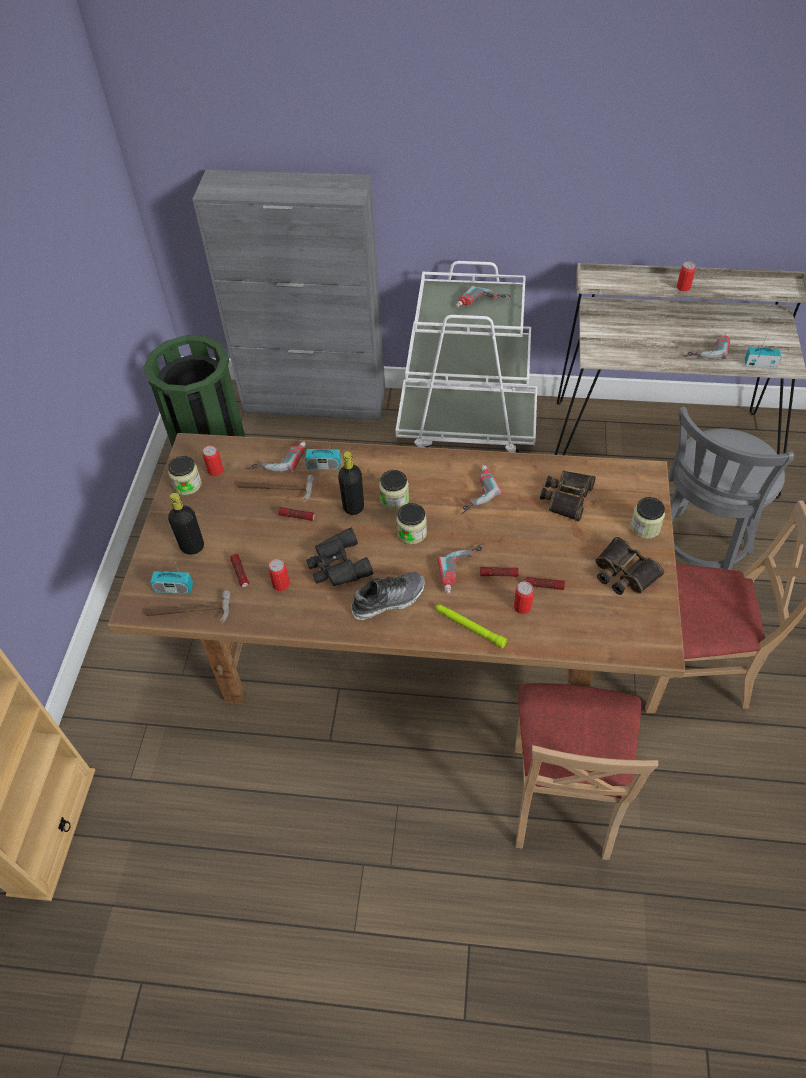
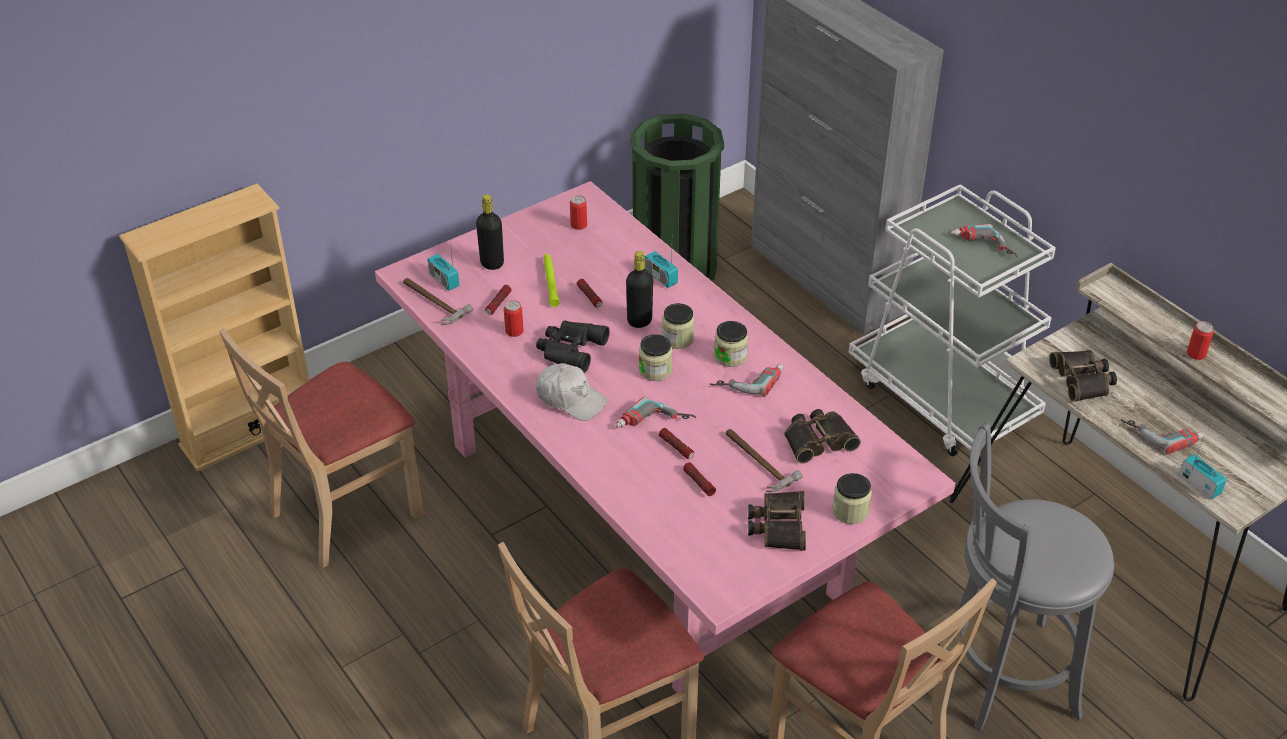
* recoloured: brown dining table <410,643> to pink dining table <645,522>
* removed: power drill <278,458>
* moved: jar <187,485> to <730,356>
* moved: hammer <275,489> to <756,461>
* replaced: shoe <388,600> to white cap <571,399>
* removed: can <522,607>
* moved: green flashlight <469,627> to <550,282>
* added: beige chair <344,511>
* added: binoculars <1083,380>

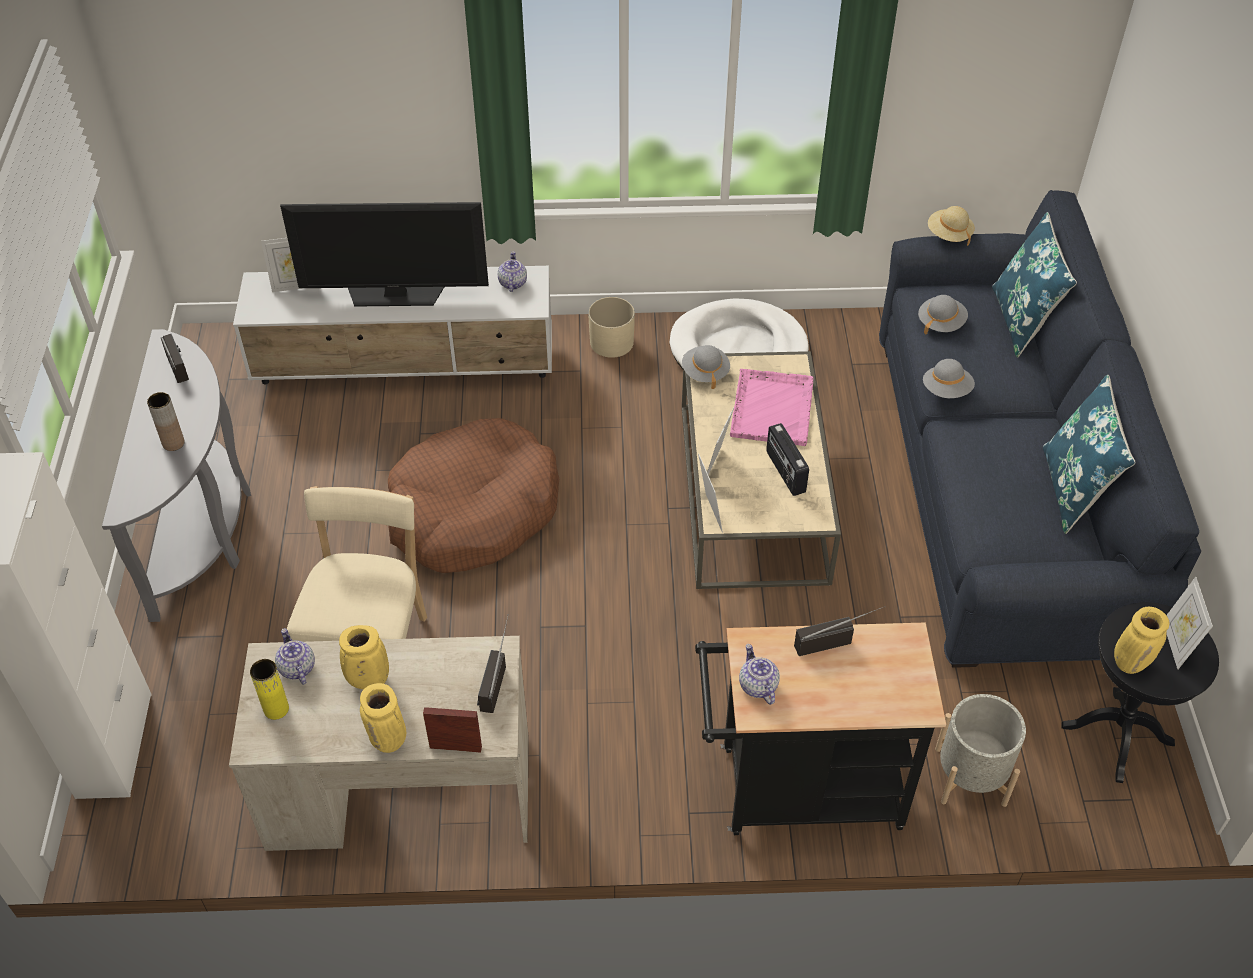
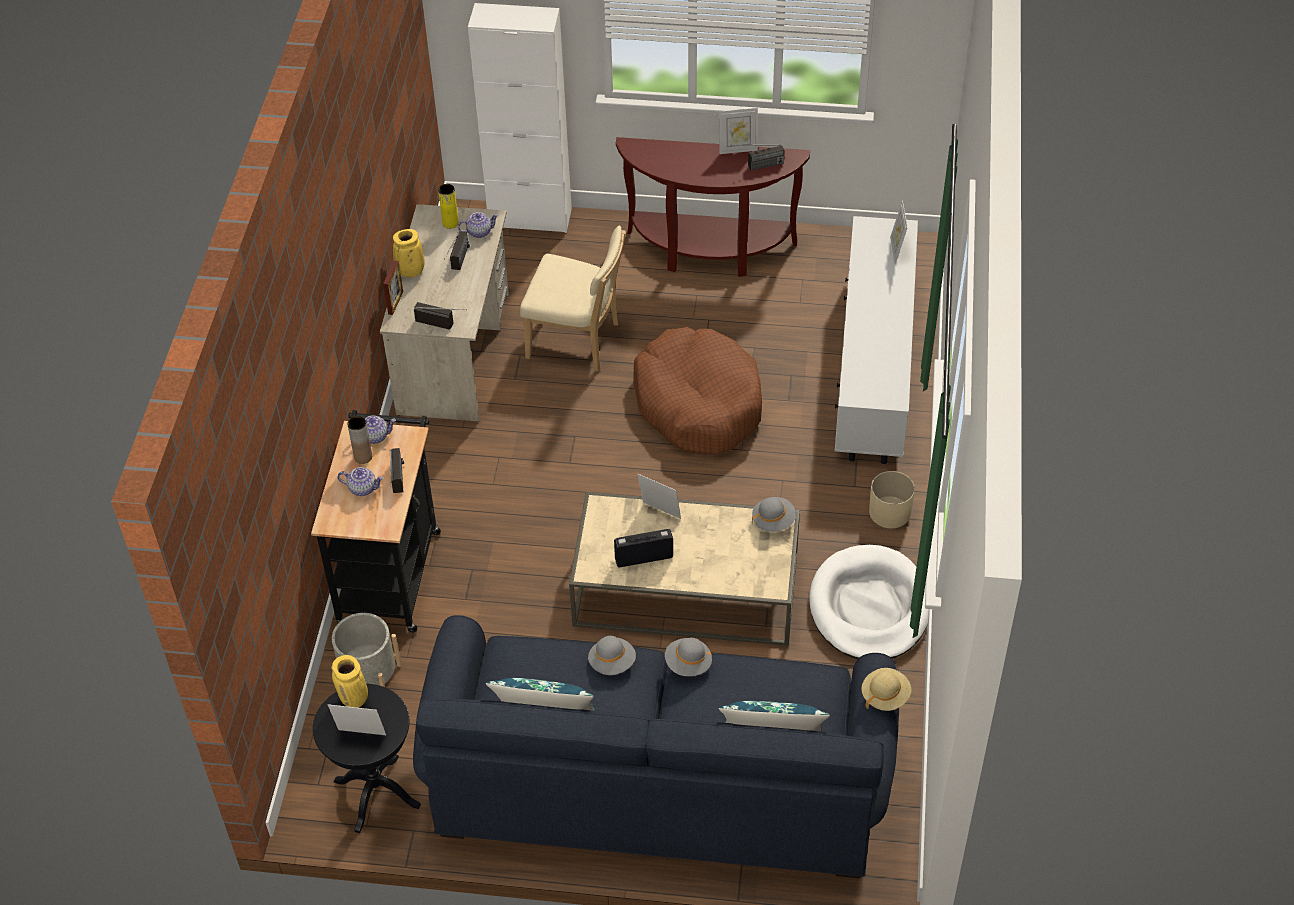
* removed: television <395,294>
* moved: teapot <512,283> to <363,488>
* moved: grey hat <940,323> to <612,663>
* recoloured: grey console table <203,529> to brown console table <709,252>
* removed: pink tray <772,408>
* moved: brown vase <173,443> to <363,457>
* moved: picture frame <709,514> to <738,149>
* replaced: yellow vase <368,681> to radio <458,264>

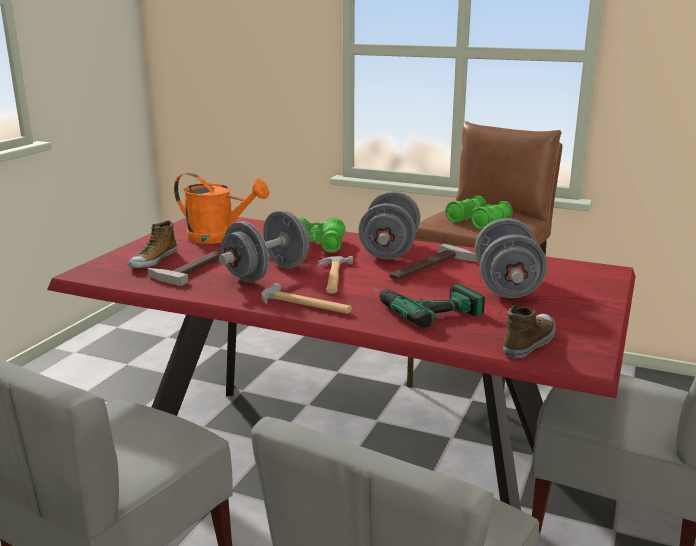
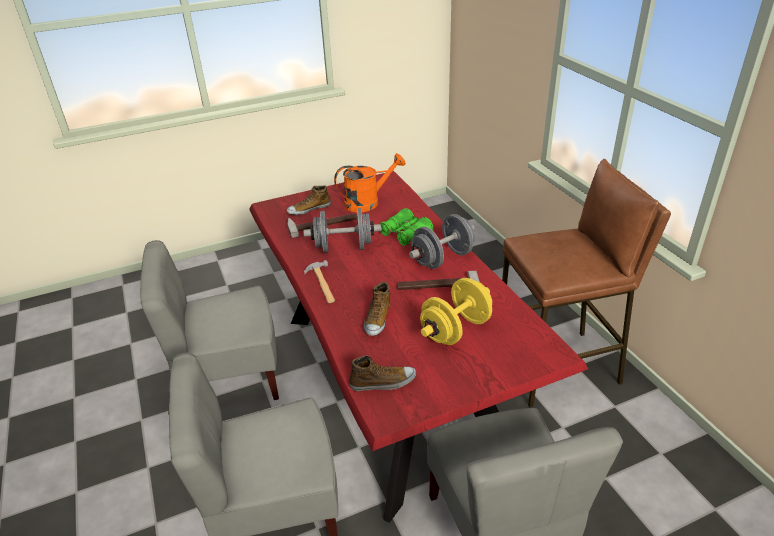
* turned: orange watering can <219,237> = <368,202> 90 degrees counterclockwise
* removed: green binoculars <478,221>
* recoloured: grey dumbbell <506,286> to yellow dumbbell <455,329>
* removed: hammer <333,277>
* replaced: power drill <422,306> to shoe <377,319>

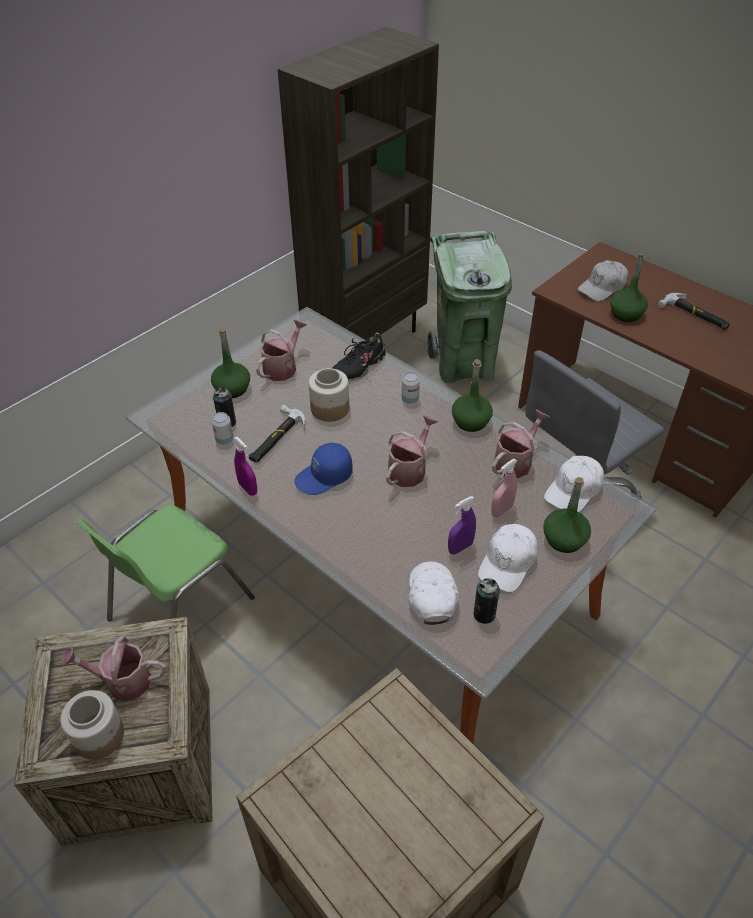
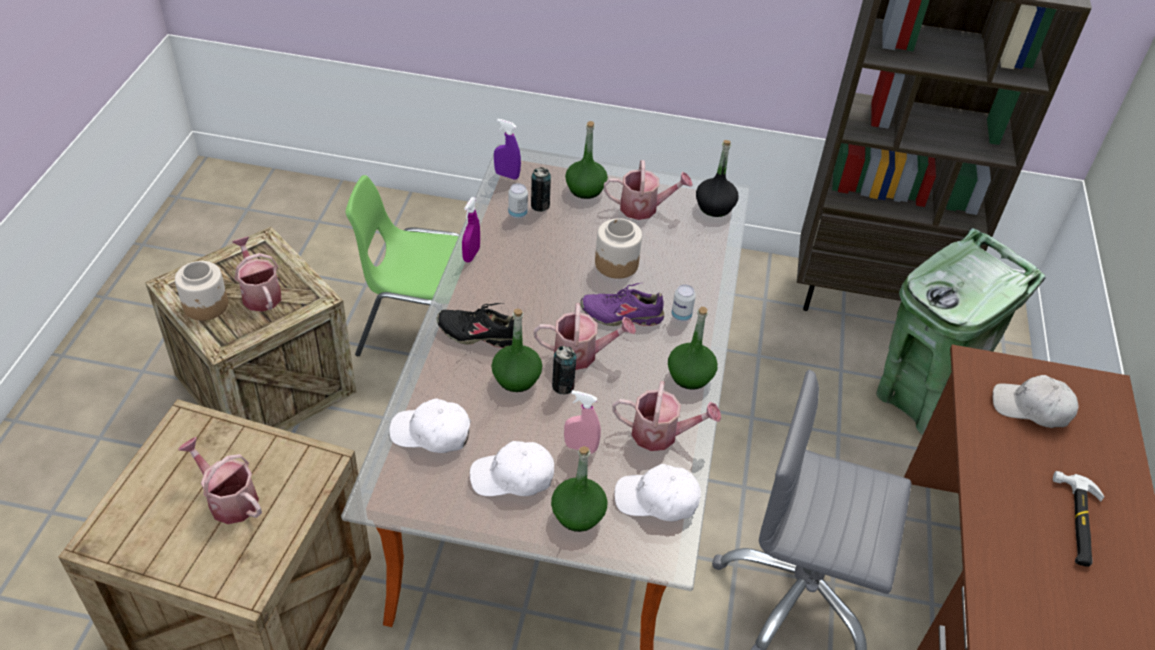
* moved: green bottle <625,314> to <516,378>
* moved: black shoe <358,367> to <479,333>
* removed: hammer <275,438>
* removed: blue cap <324,477>
* moved: purple spray bottle <460,547> to <507,175>
* turned: white cap <432,596> = <431,433> 135 degrees counterclockwise
* moved: can <484,614> to <563,386>
* added: black bottle <714,207>
* added: purple shoe <622,314>
* added: watering can <228,499>

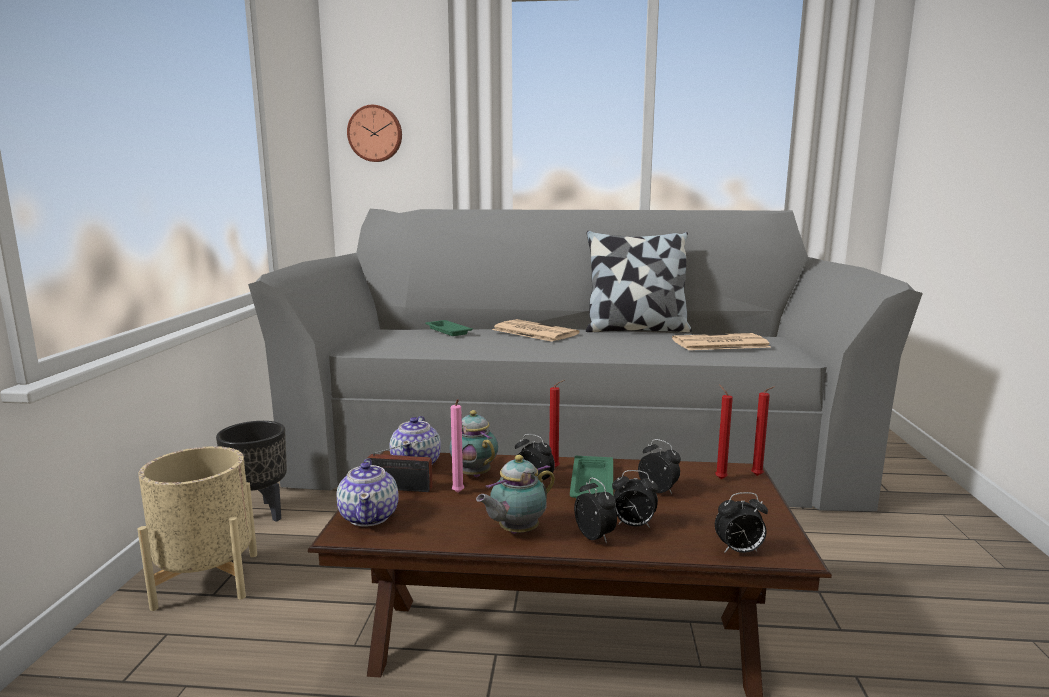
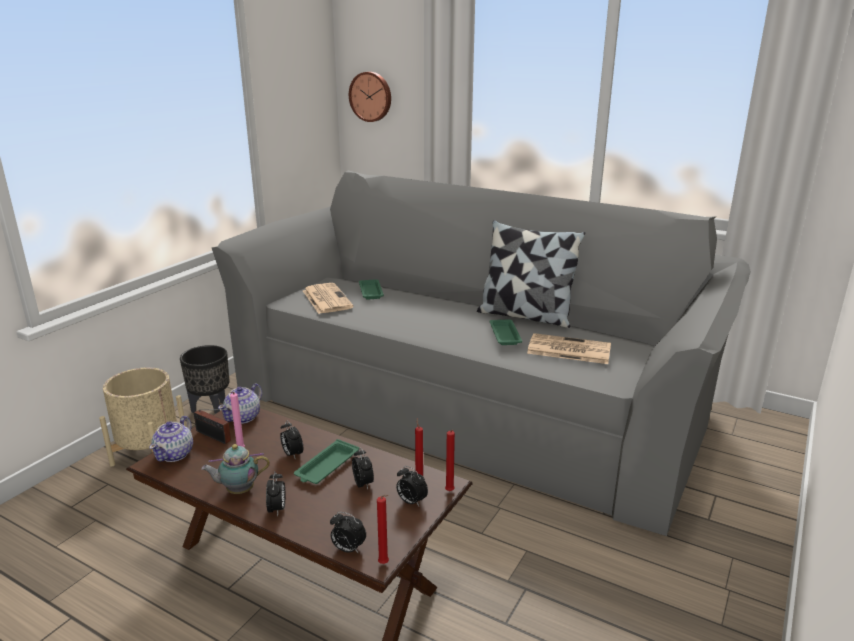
* moved: newspaper <533,332> to <326,299>
* moved: red candle <555,468> to <384,564>
* removed: teapot <473,474>
* moved: alarm clock <633,525> to <411,502>
* added: green tray <504,335>

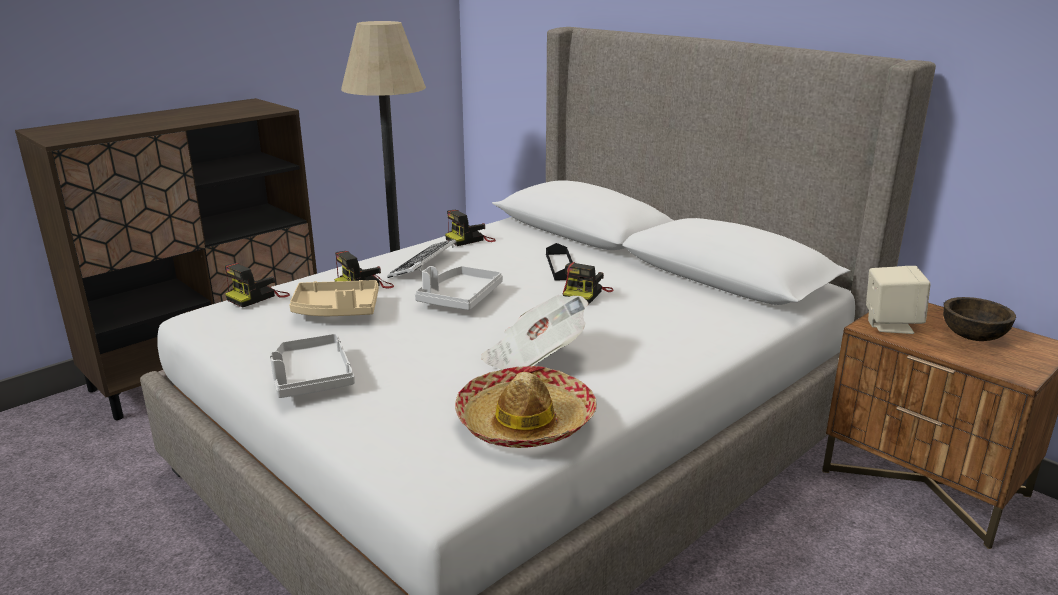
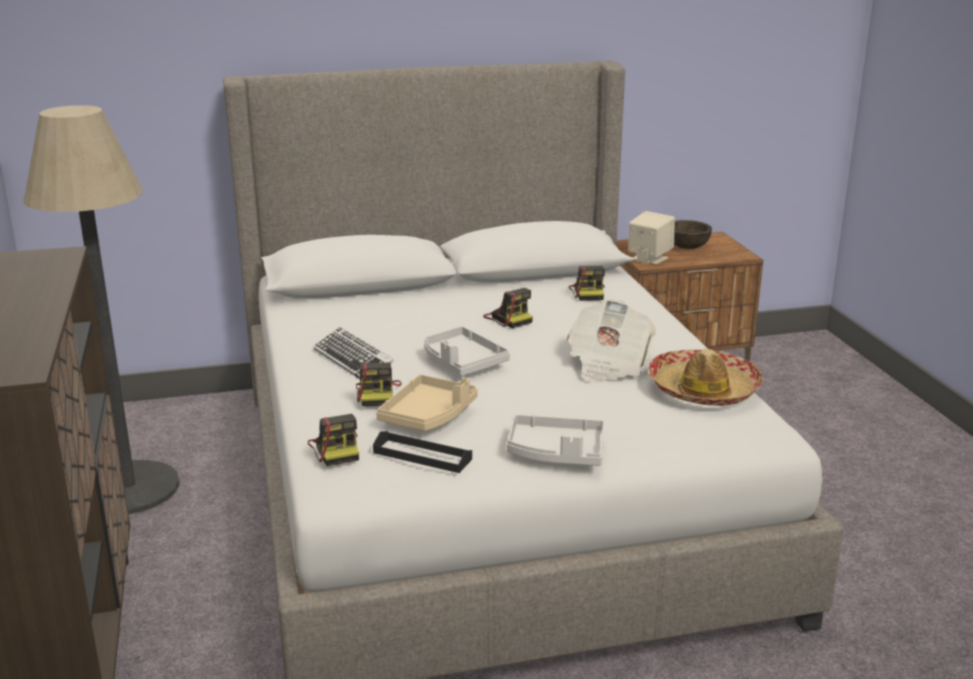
* moved: photo camera <470,240> to <588,293>
* moved: black tray <561,266> to <422,456>

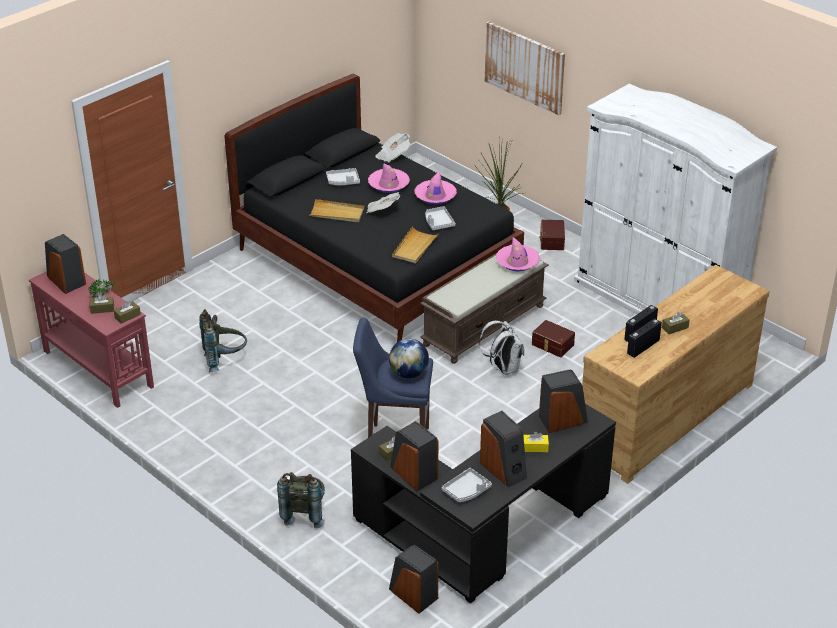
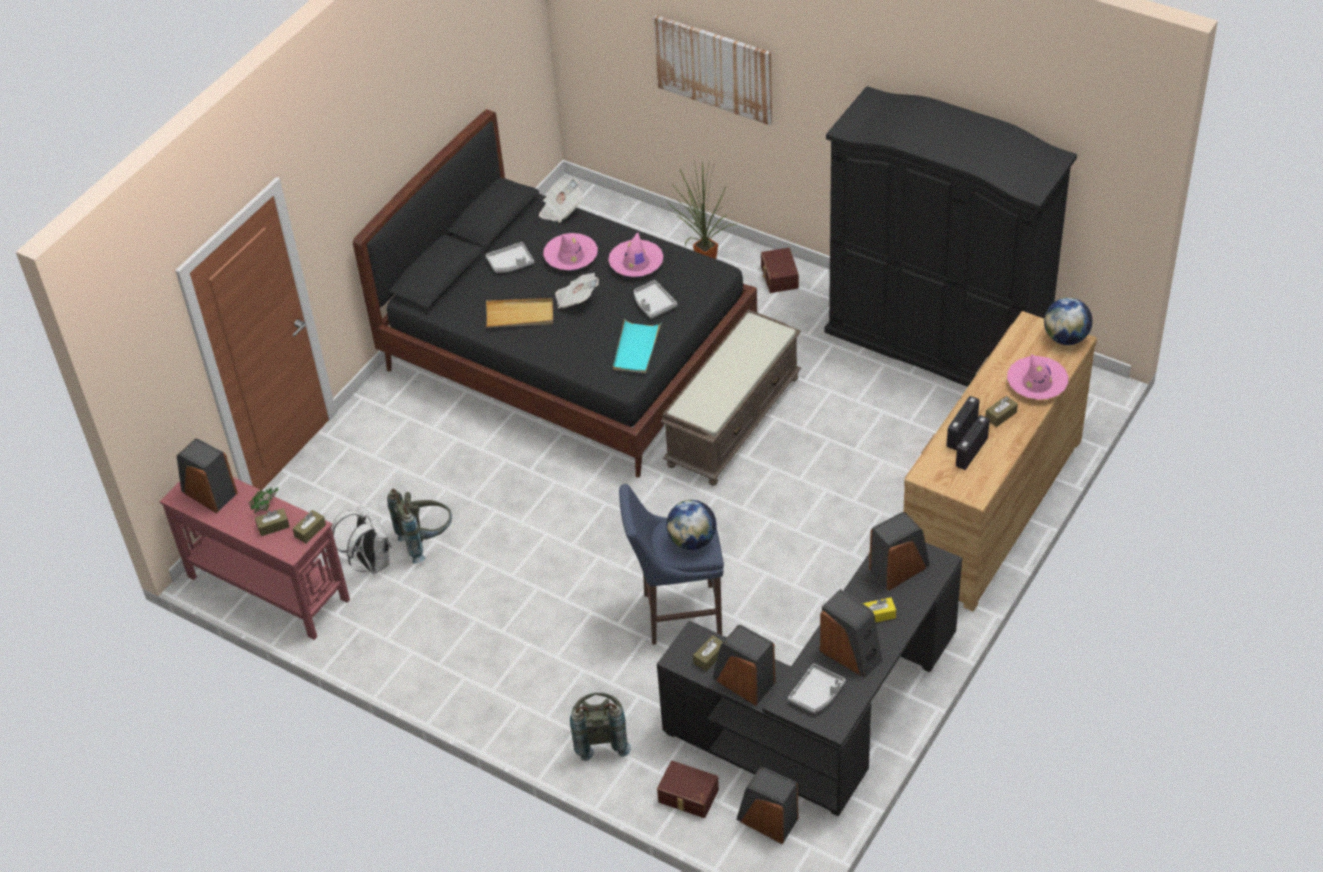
* recoloured: white wardrobe <659,302> to black wardrobe <937,343>
* recoloured: beige tray <414,247> to turquoise tray <636,348>
* moved: pink hat <517,262> to <1037,383>
* moved: brown storage box <552,345> to <688,796>
* moved: white backpack <503,368> to <370,562>
* added: globe <1066,338>

